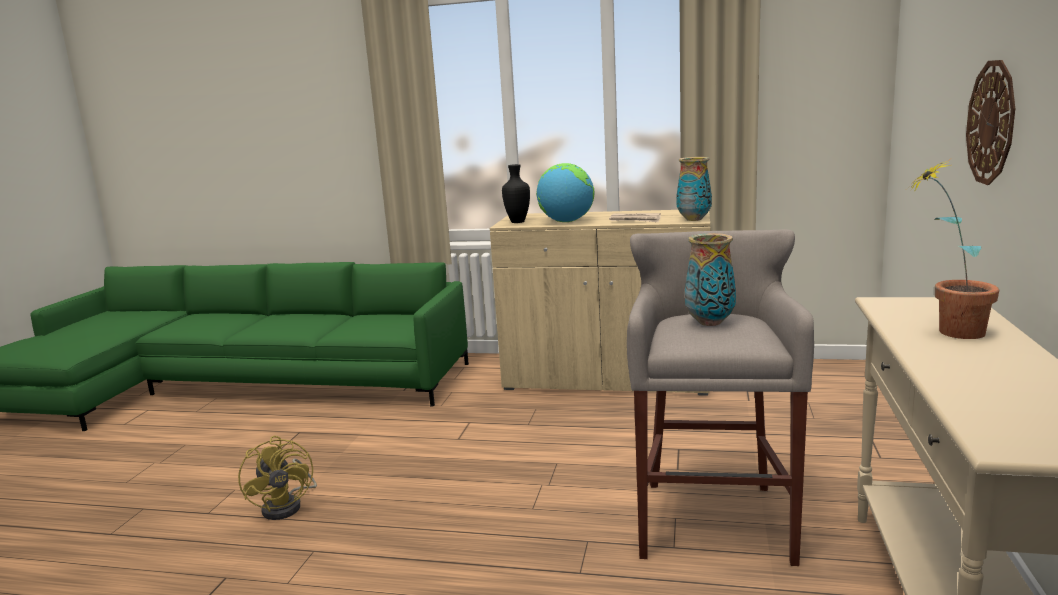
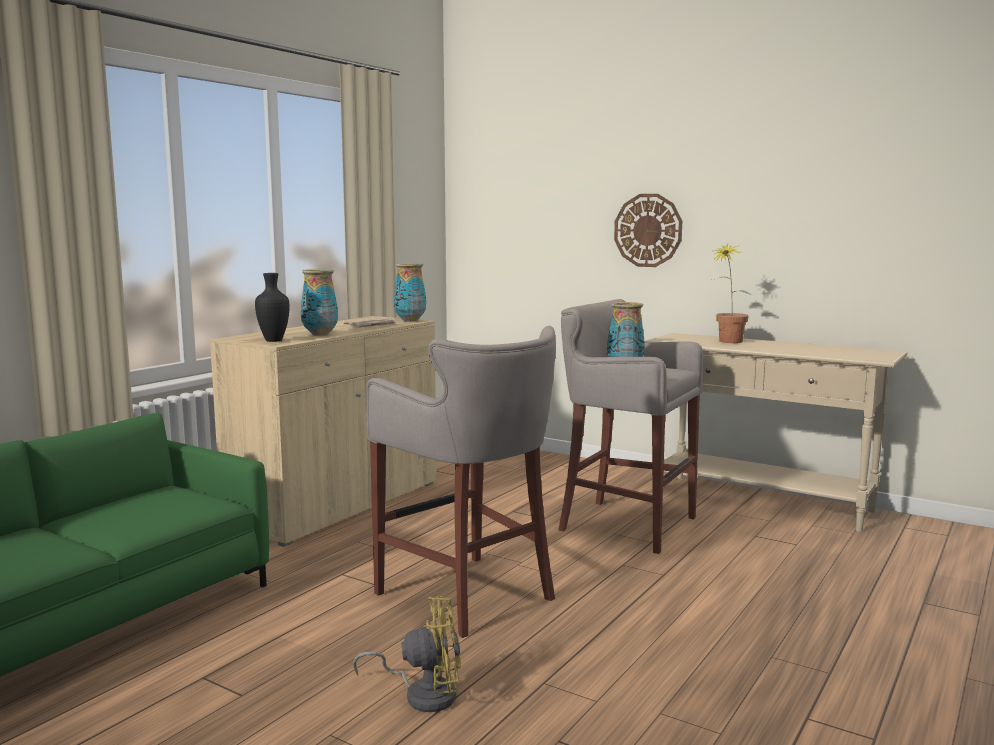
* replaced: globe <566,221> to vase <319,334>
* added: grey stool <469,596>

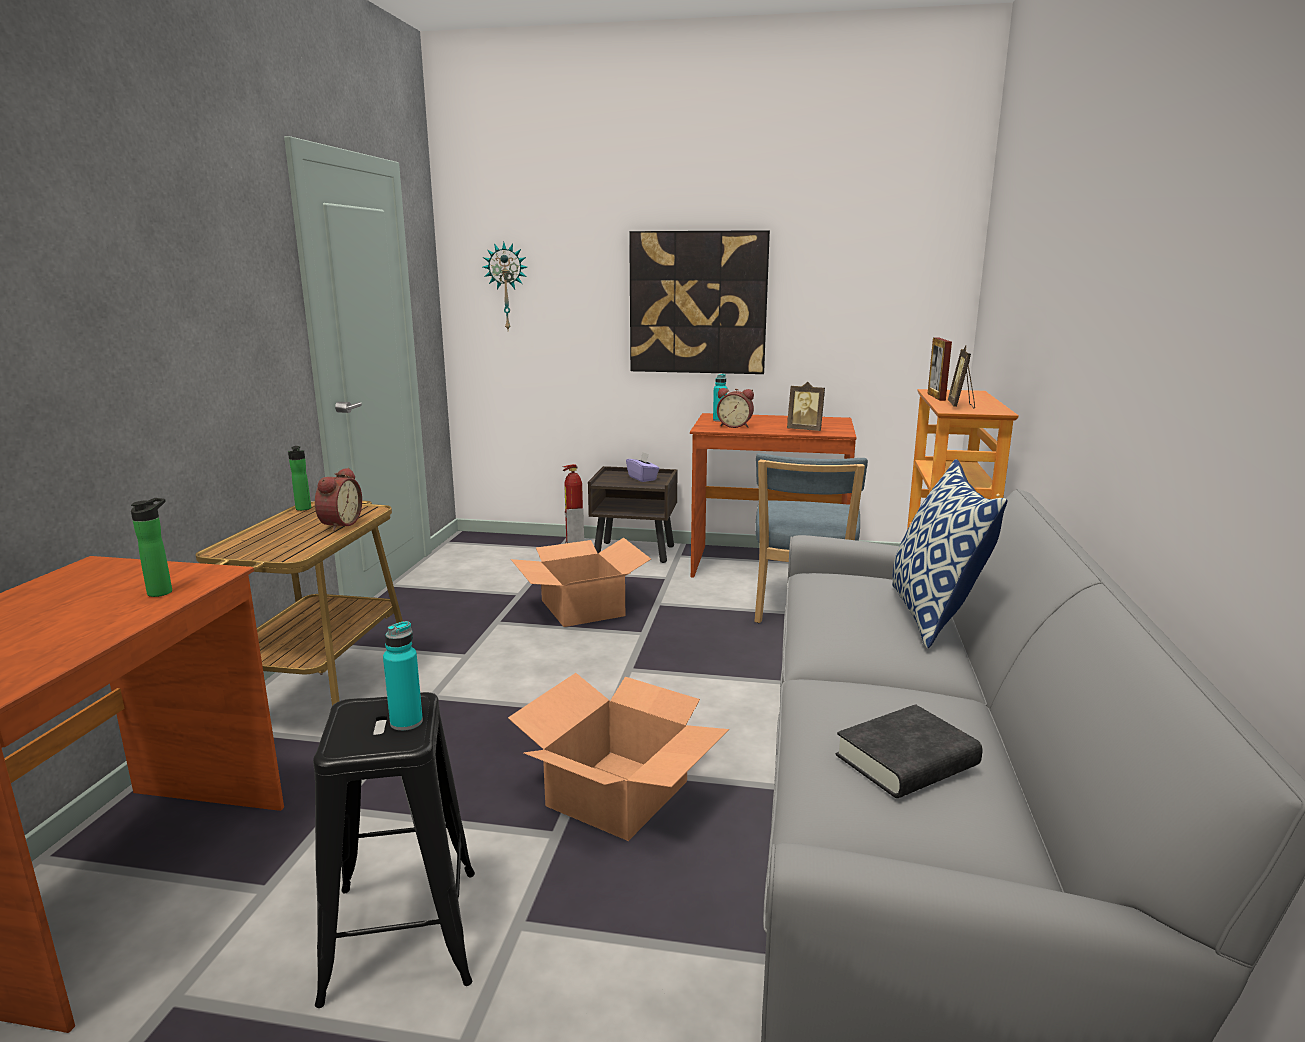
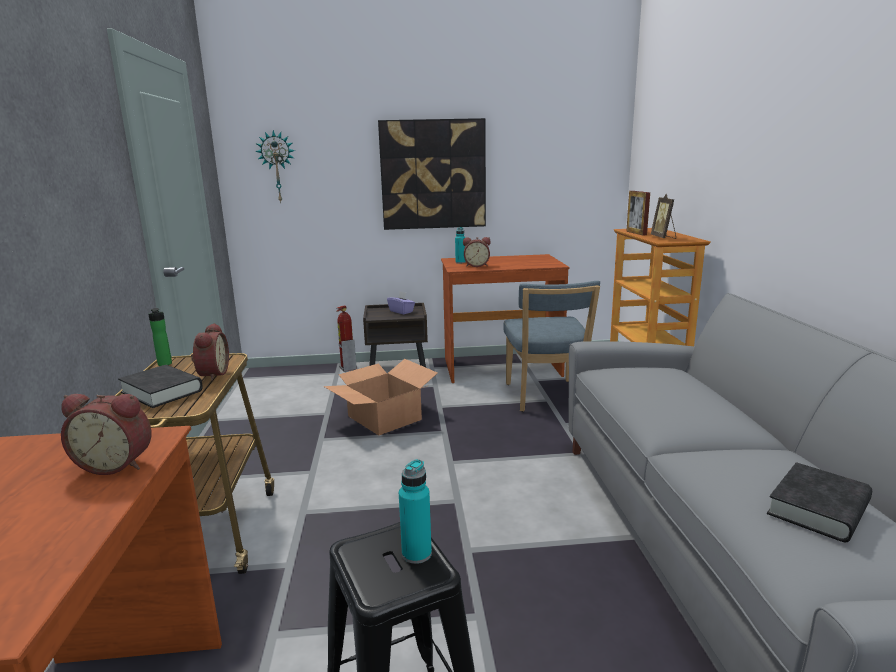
* removed: picture frame <805,430>
* removed: pillow <934,616>
* replaced: bottle <163,591> to alarm clock <117,464>
* removed: cardboard box <619,794>
* added: black book <162,391>

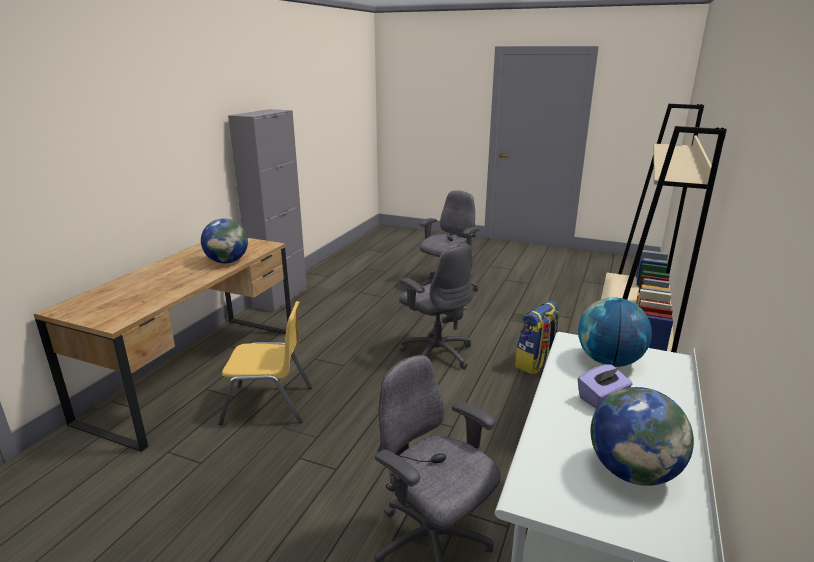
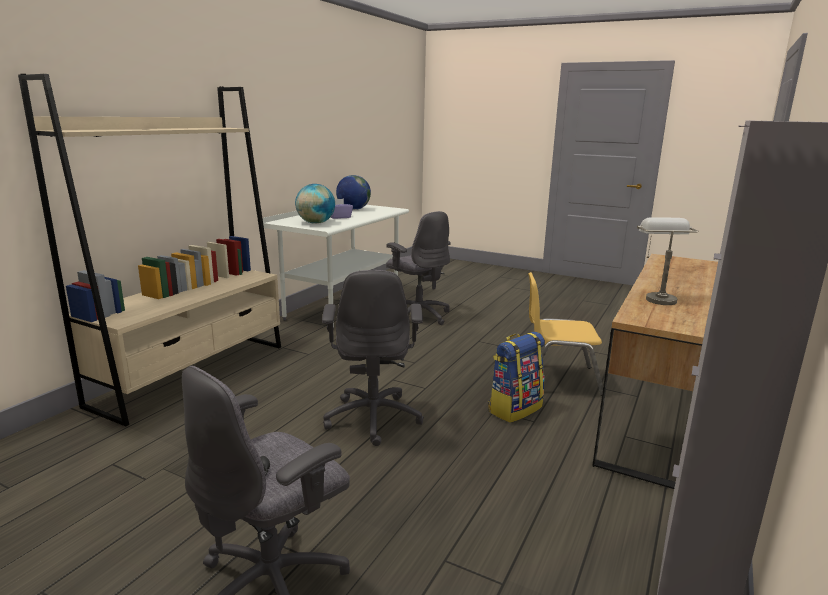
* replaced: globe <227,261> to grey table lamp <655,297>
* turned: grey office chair <436,353> = <373,417> 150 degrees counterclockwise
* moved: backpack <536,364> to <514,408>

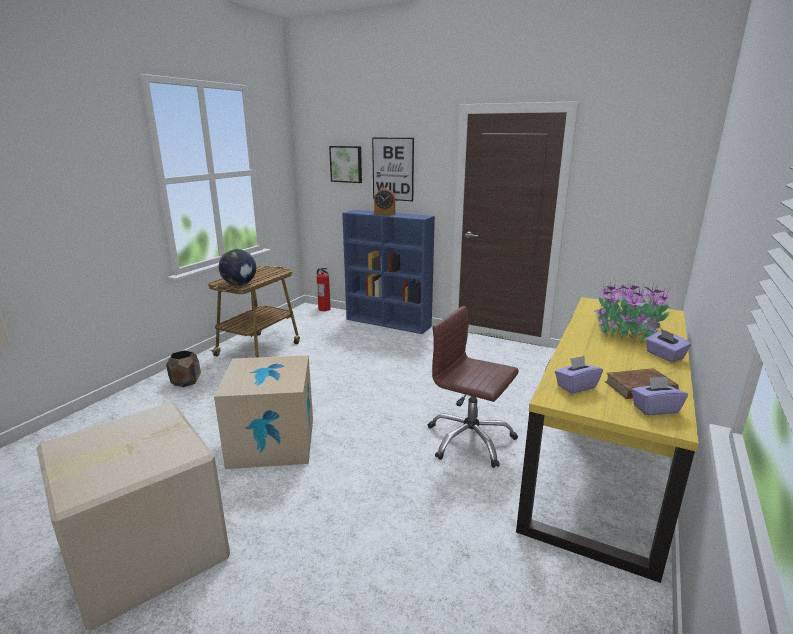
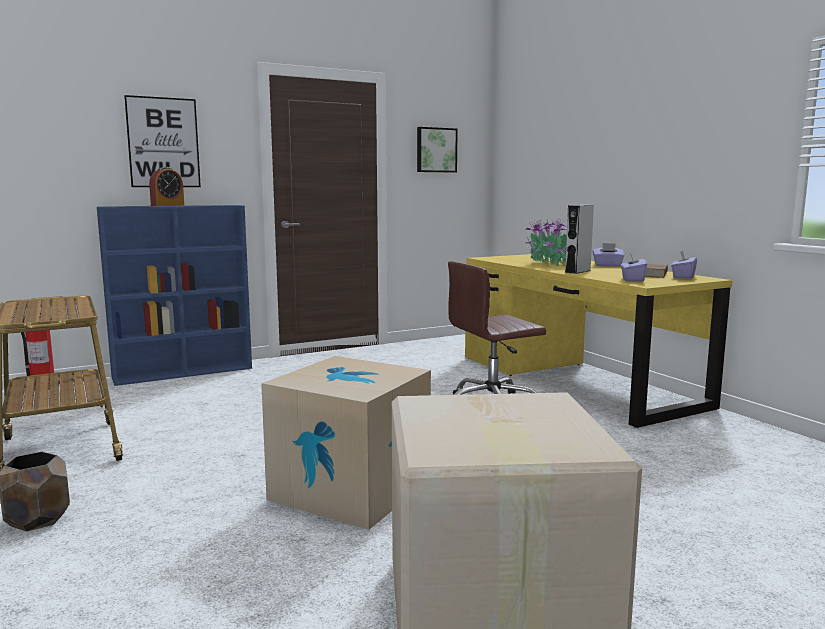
* moved: picture <346,164> to <436,150>
* removed: globe <239,284>
* added: grey speaker <577,271>

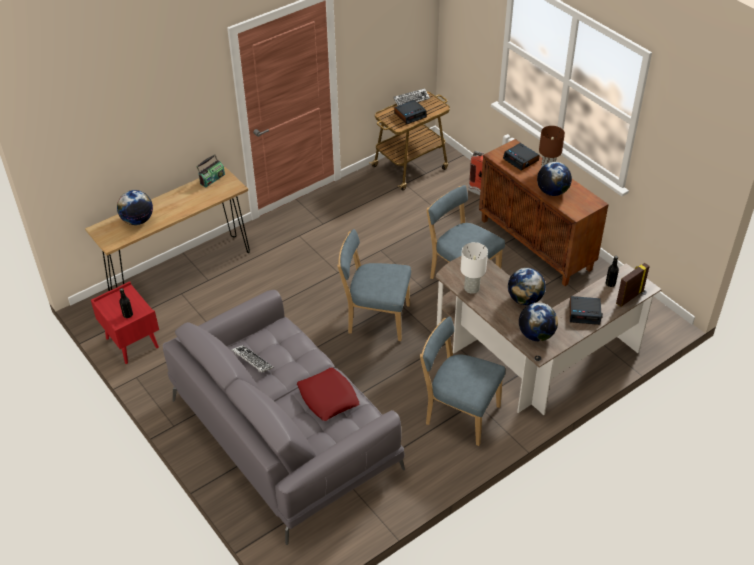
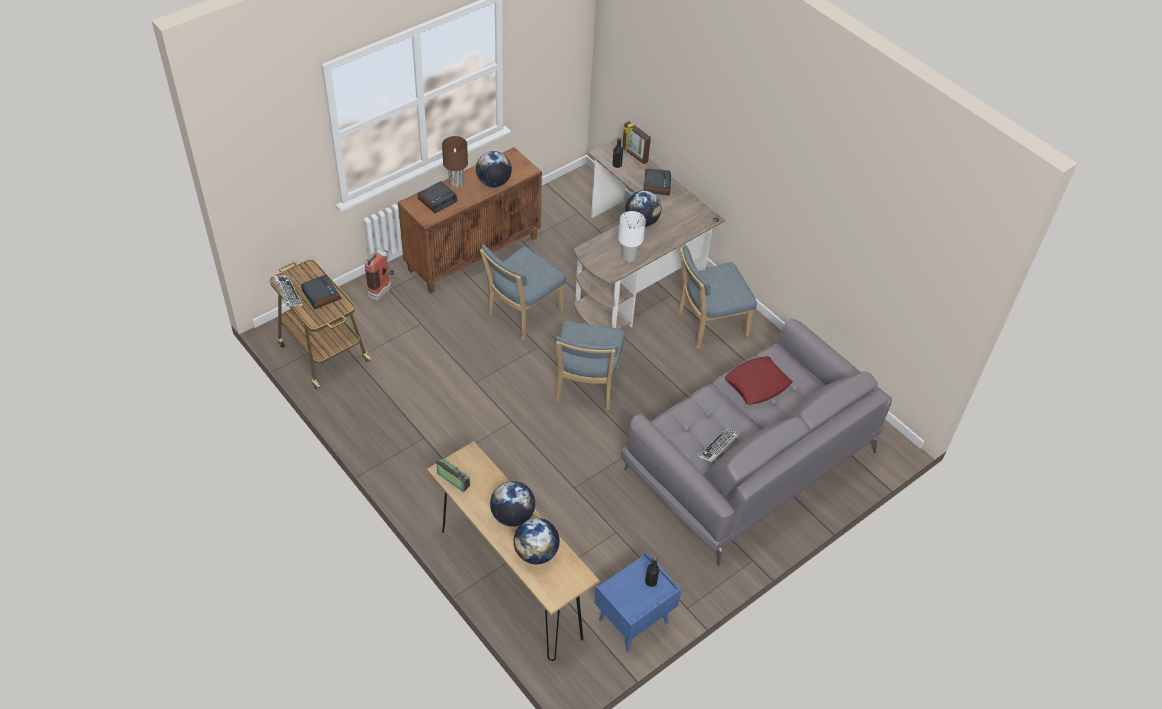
* recoloured: red nightstand <131,343> to blue nightstand <633,622>
* moved: globe <536,335> to <512,516>
* turned: blue chair <459,414> = <708,326> 45 degrees clockwise

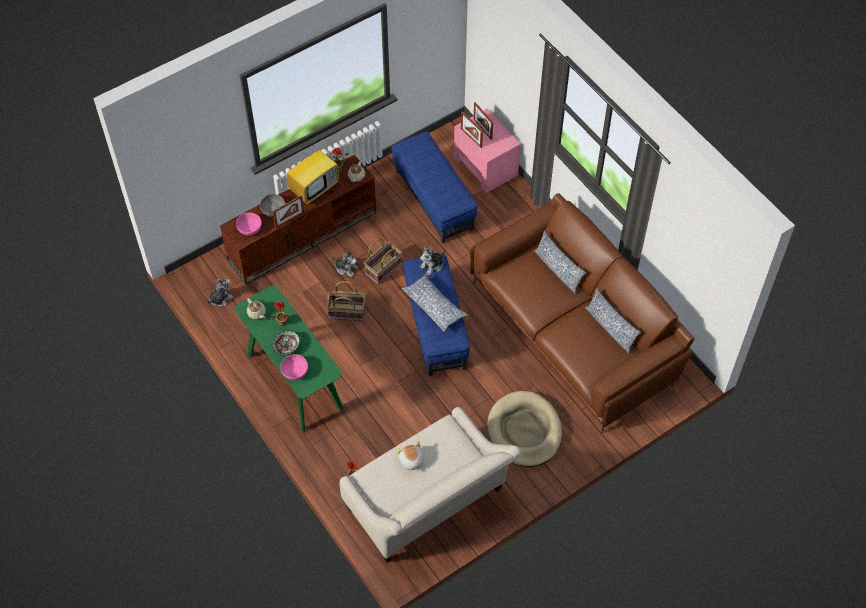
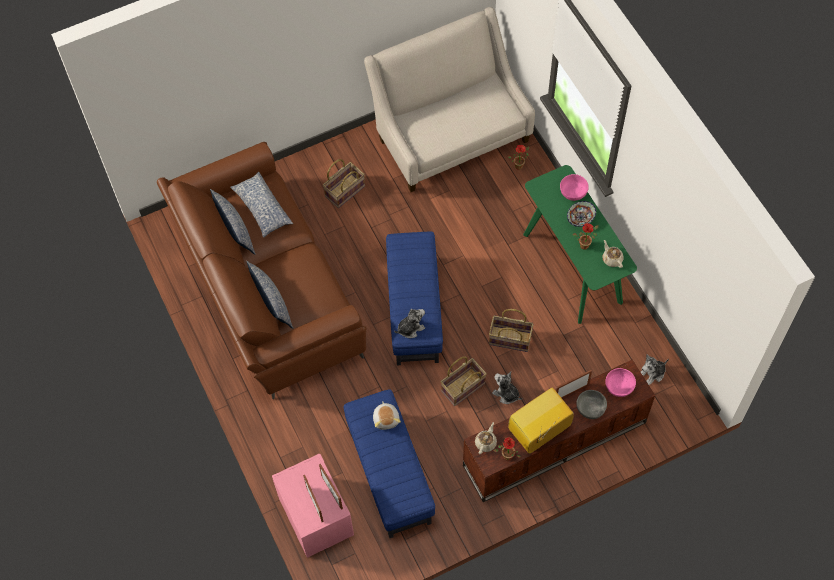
* moved: pillow <434,306> to <262,209>
* replaced: beige dog bed <524,431> to basket <344,191>
* moved: plush toy <411,461> to <386,419>

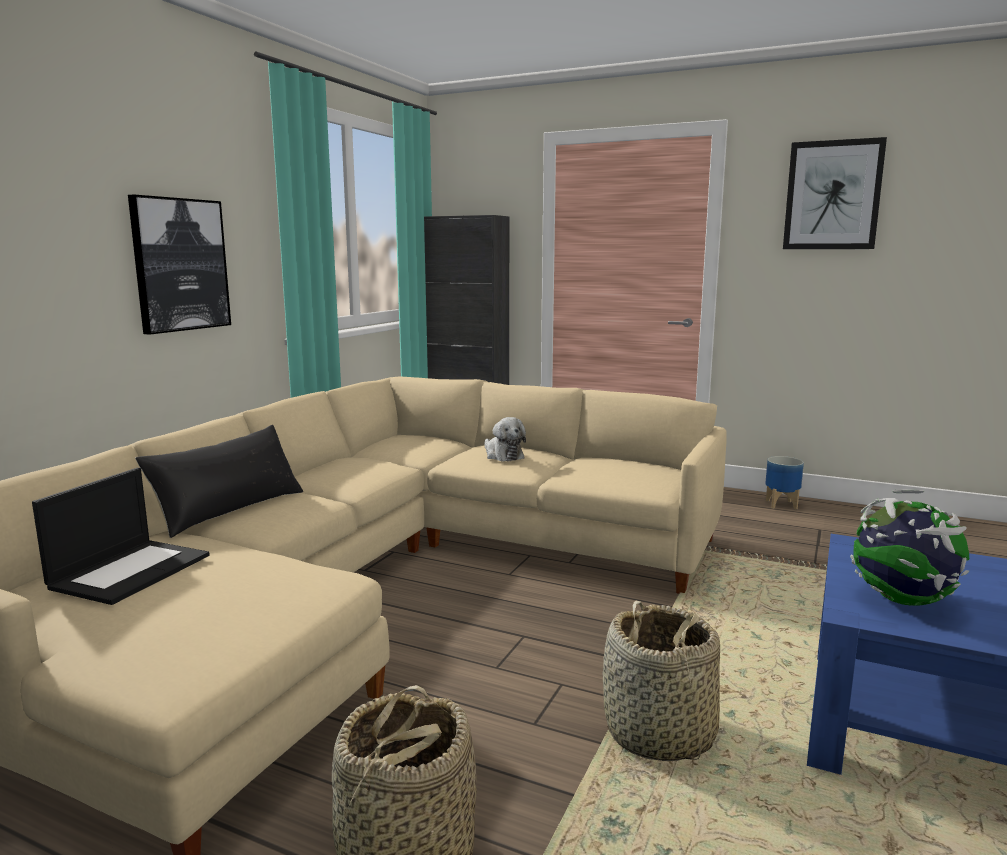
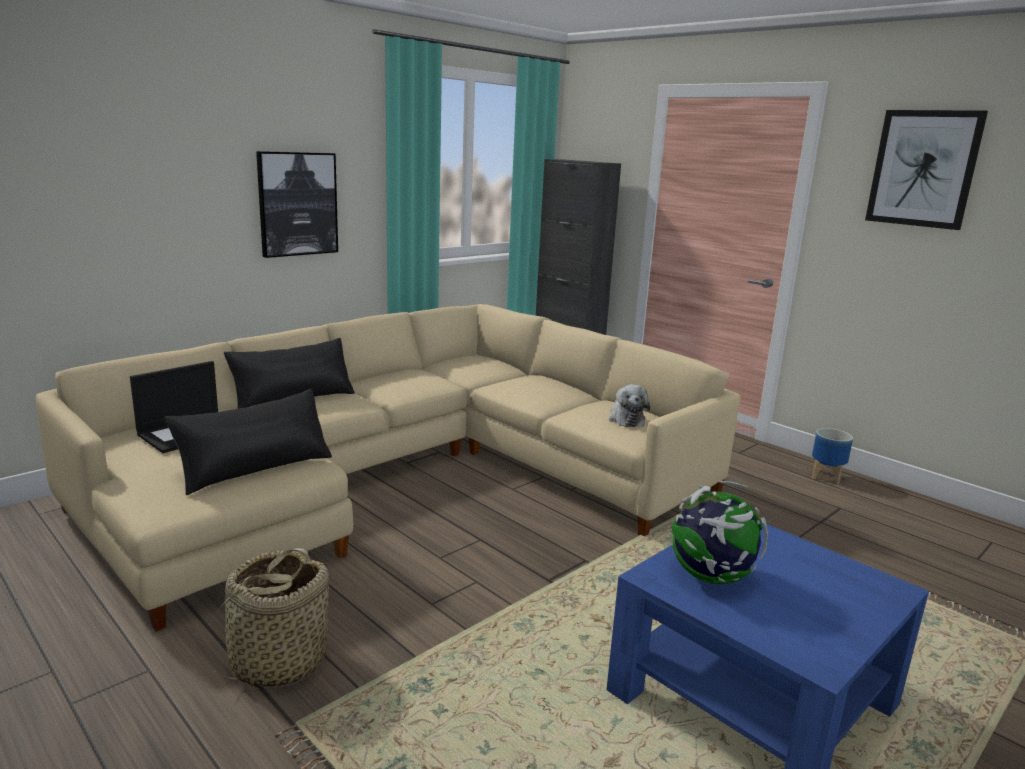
* moved: plush toy <503,455> to <626,419>
* removed: basket <659,734>
* added: black pillow <255,468>

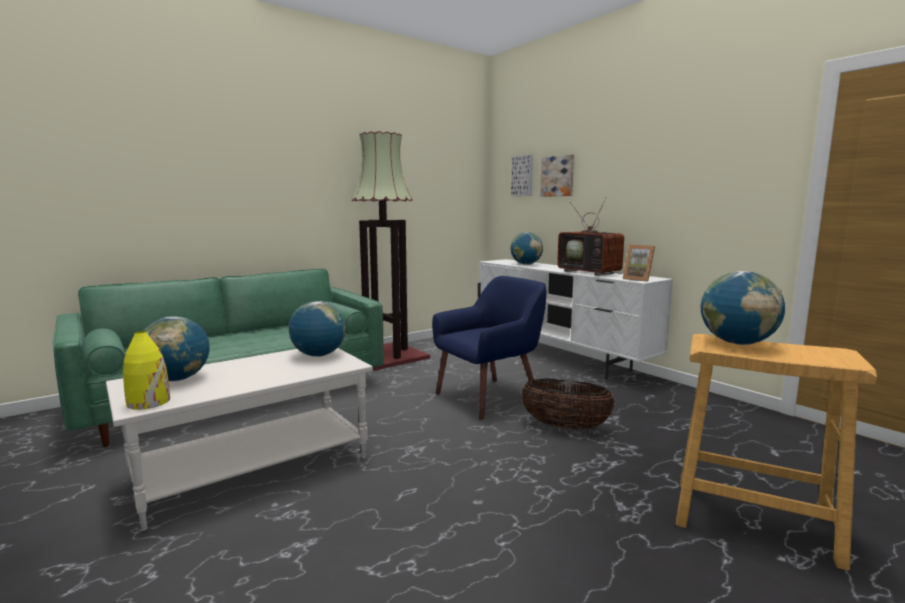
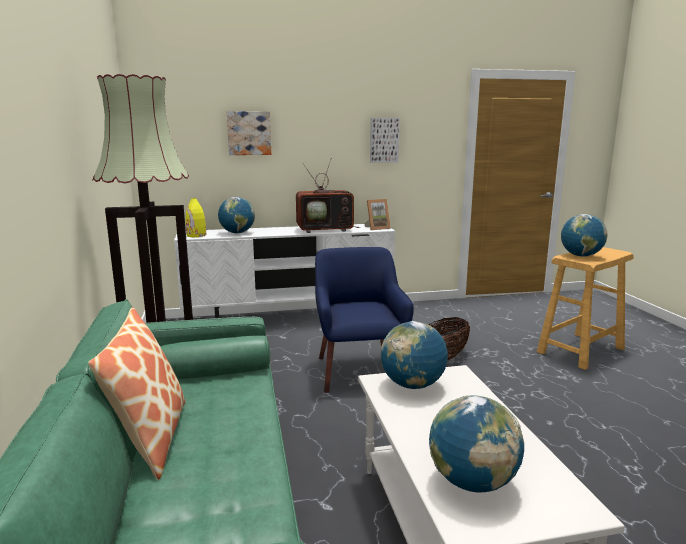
* moved: picture <523,176> to <384,140>
* moved: yellow vase <148,402> to <196,235>
* added: pillow <150,438>

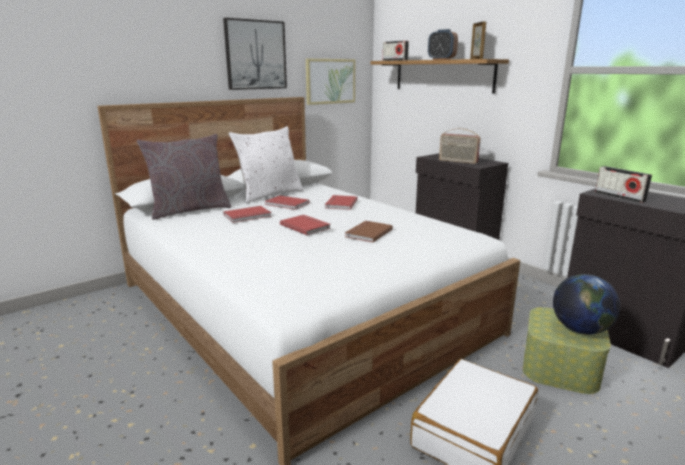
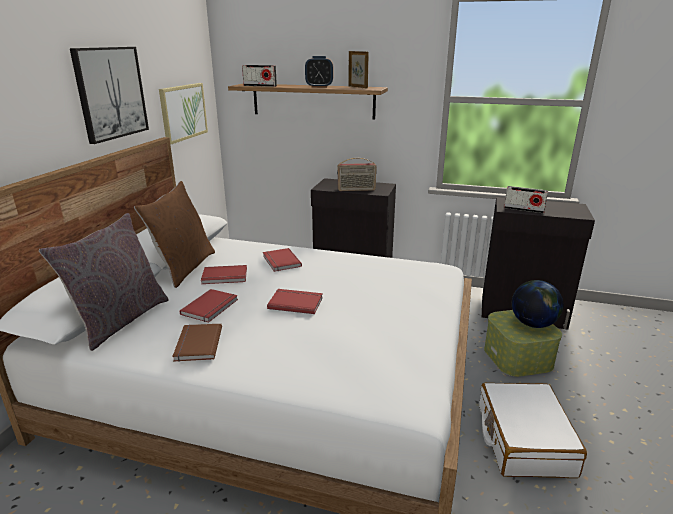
* recoloured: white pillow <269,194> to brown pillow <183,268>
* moved: brown book <367,233> to <196,344>

